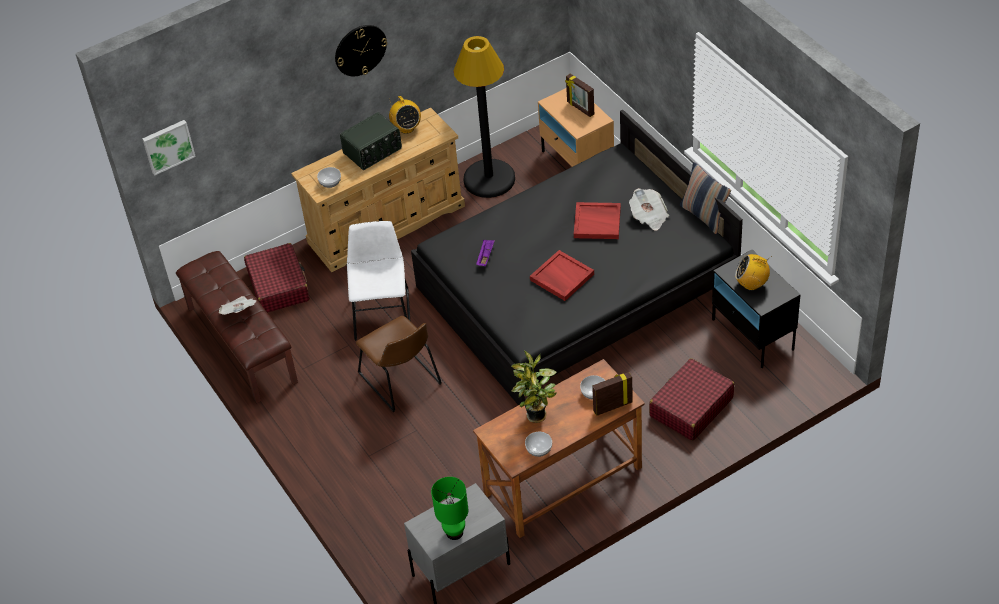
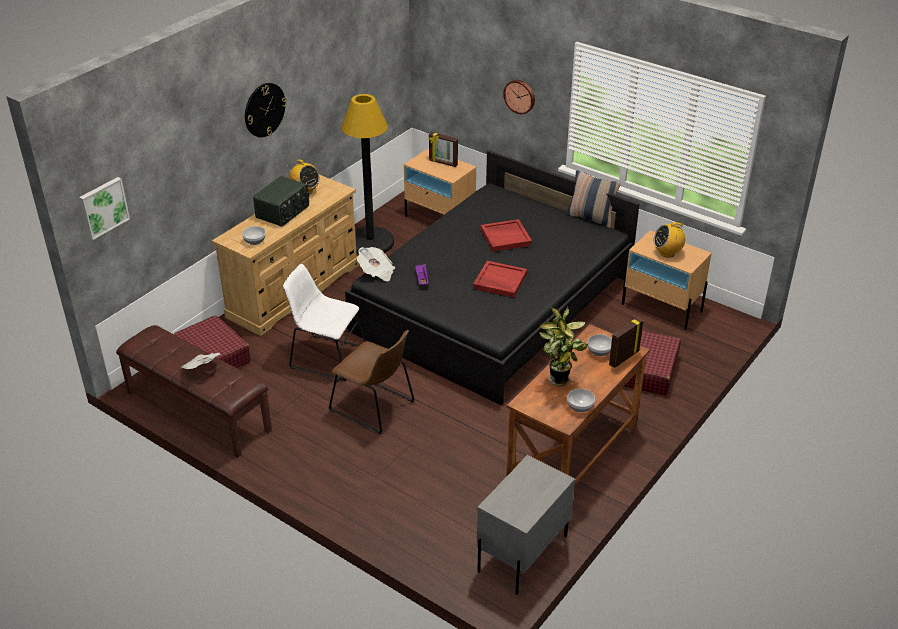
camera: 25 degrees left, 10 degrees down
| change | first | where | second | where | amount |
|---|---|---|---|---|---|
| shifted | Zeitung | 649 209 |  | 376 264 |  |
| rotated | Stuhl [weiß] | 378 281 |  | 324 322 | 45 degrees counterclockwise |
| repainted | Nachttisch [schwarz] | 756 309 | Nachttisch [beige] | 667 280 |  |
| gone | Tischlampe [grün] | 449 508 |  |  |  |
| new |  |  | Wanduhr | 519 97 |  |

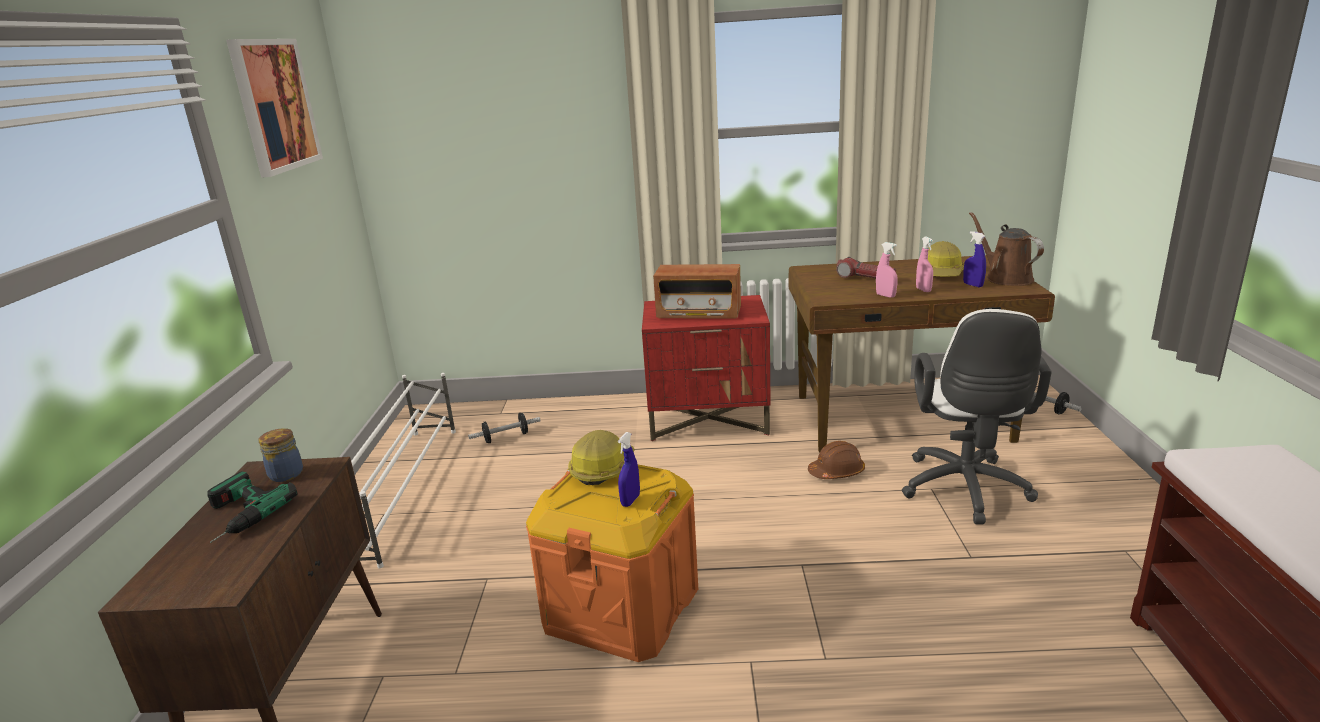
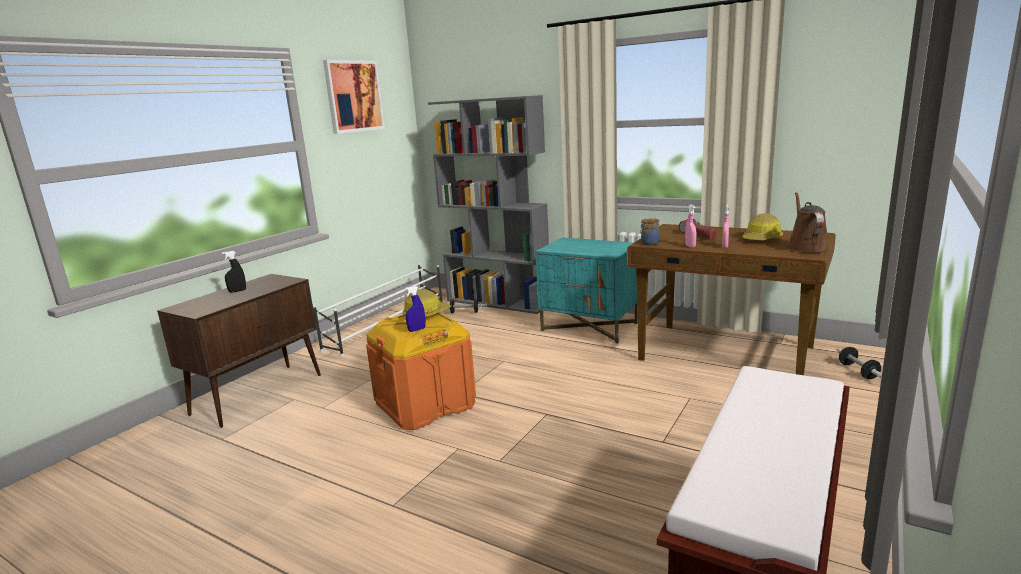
camera: 30 degrees right, 5 degrees down
| change | first | where | second | where | amount |
|---|---|---|---|---|---|
| gone | Sprühflasche [blau] | 974 259 |  |  |  |
| gone | Radio | 697 291 |  |  |  |
| repainted | Nachttisch [rot] | 706 368 | Nachttisch [türkis] | 586 291 |  |
| gone | Bürostuhl [weiß] | 977 417 |  |  |  |
| shifted | Vorratsglas | 280 455 |  | 650 231 |  |
| gone | Schutzhelm [braun] | 836 460 |  |  |  |
| swapped | Bohrmaschine | 252 507 | Sprühflasche [schwarz] | 234 272 |  |
| new |  |  | Bücherregal [grau] | 488 204 |  |

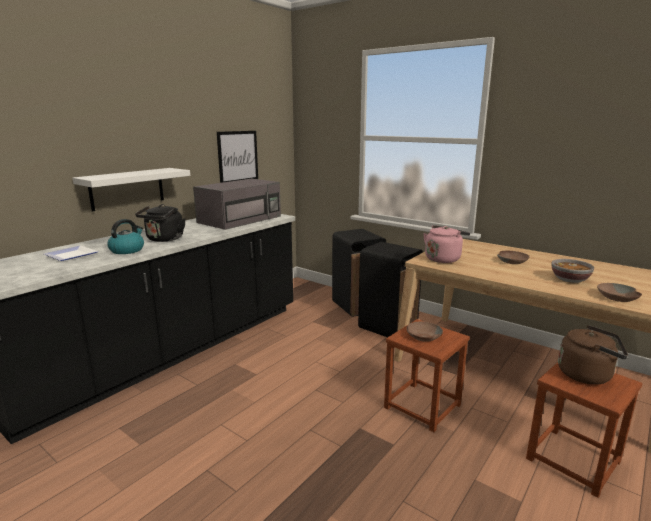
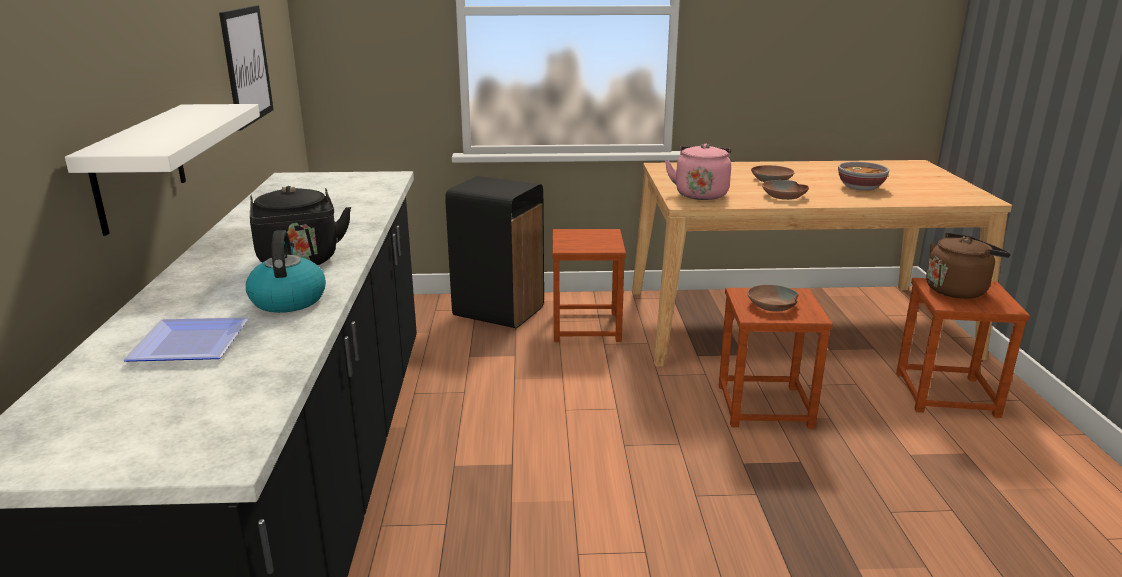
camera: 40 degrees left, 5 degrees up
| change | first | where | second | where | amount |
|---|---|---|---|---|---|
| gone | Mikrowelle [grau] | 237 204 |  |  |  |
| swapped | Mülleimer [schwarz] | 390 289 | Hocker [braun] | 589 285 |  |
| shifted | Schüssel [braun] | 619 292 |  | 785 190 |  |

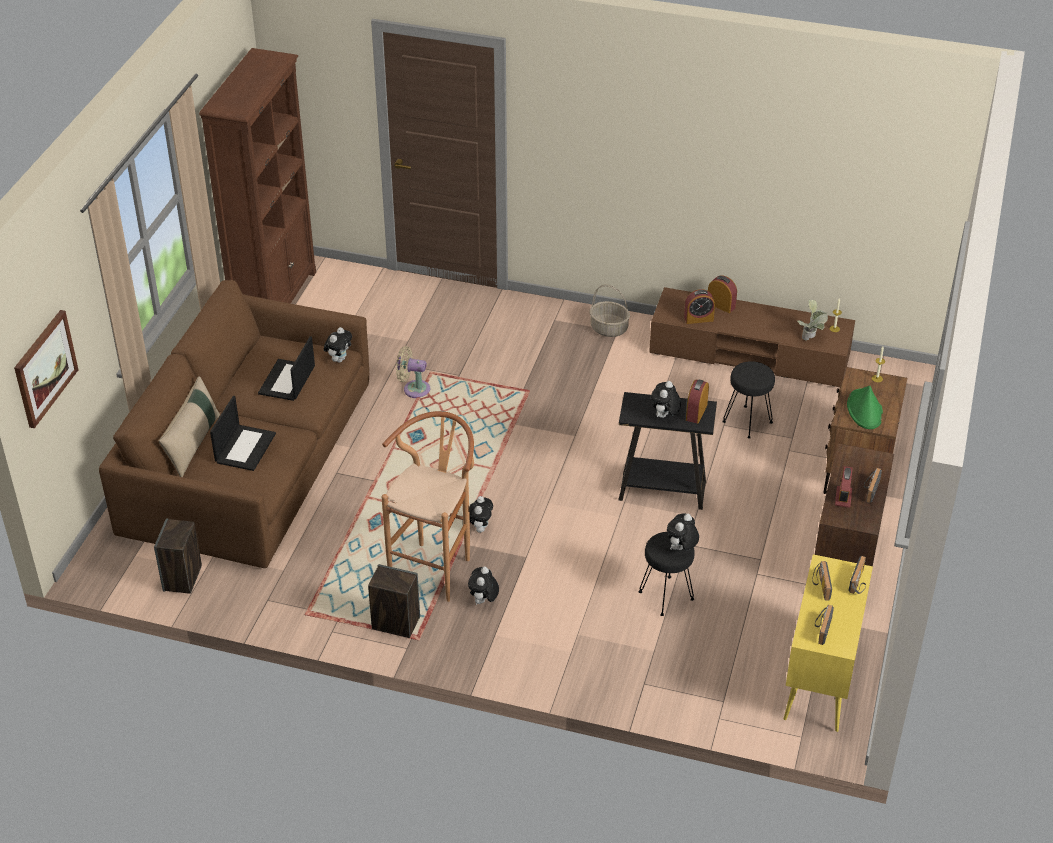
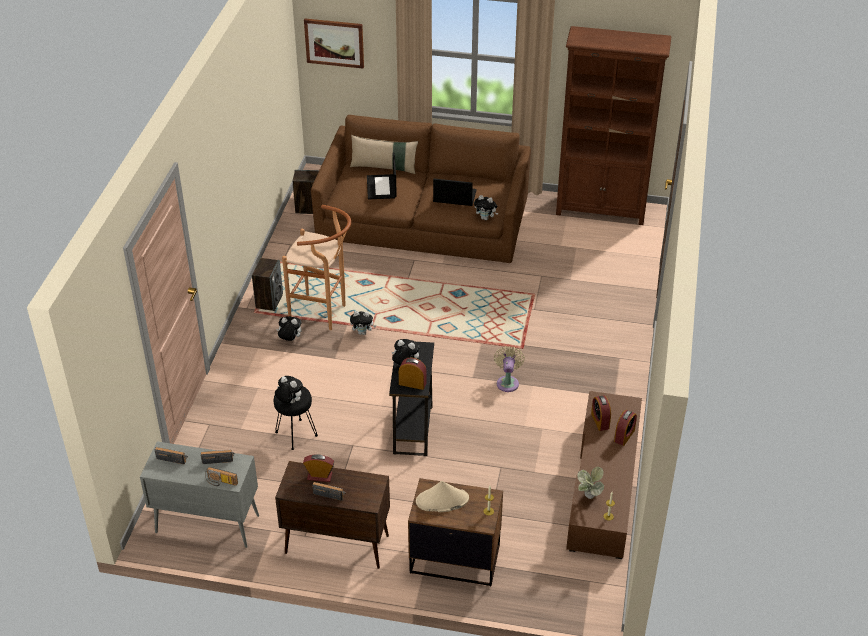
camera: 85 degrees right, 0 degrees up
| change | first | where | second | where | amount |
|---|---|---|---|---|---|
| gone | Korb | 609 310 |  |  |  |
| shifted | Ventilator [beige] | 413 372 |  | 509 369 |  |
| gone | Hocker [schwarz] | 748 400 |  |  |  |
| repainted | Hut [grün] | 865 407 | Hut [beige] | 442 496 |  |
| rotated | Laptop | 243 433 |  | 382 175 | 75 degrees clockwise |
| repainted | Schrank [gelb] | 828 643 | Schrank [grau] | 199 495 |  |

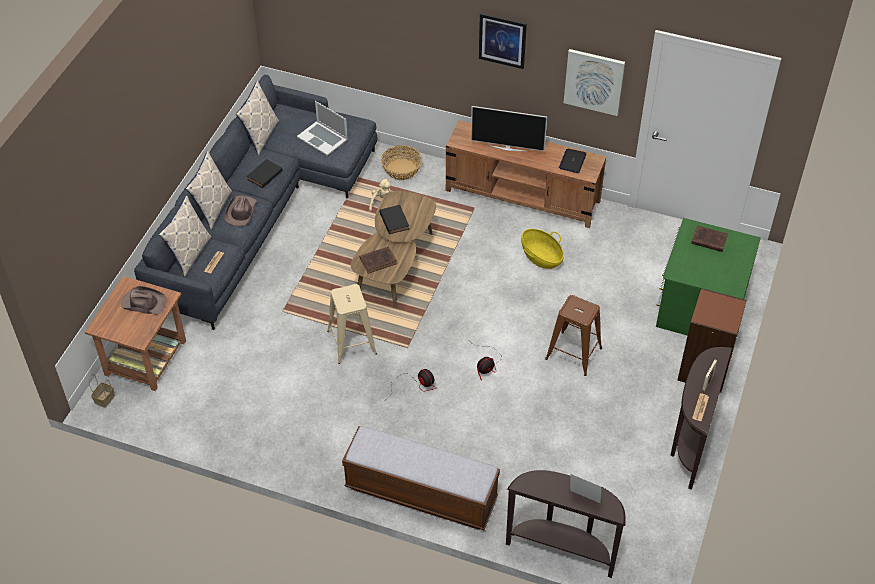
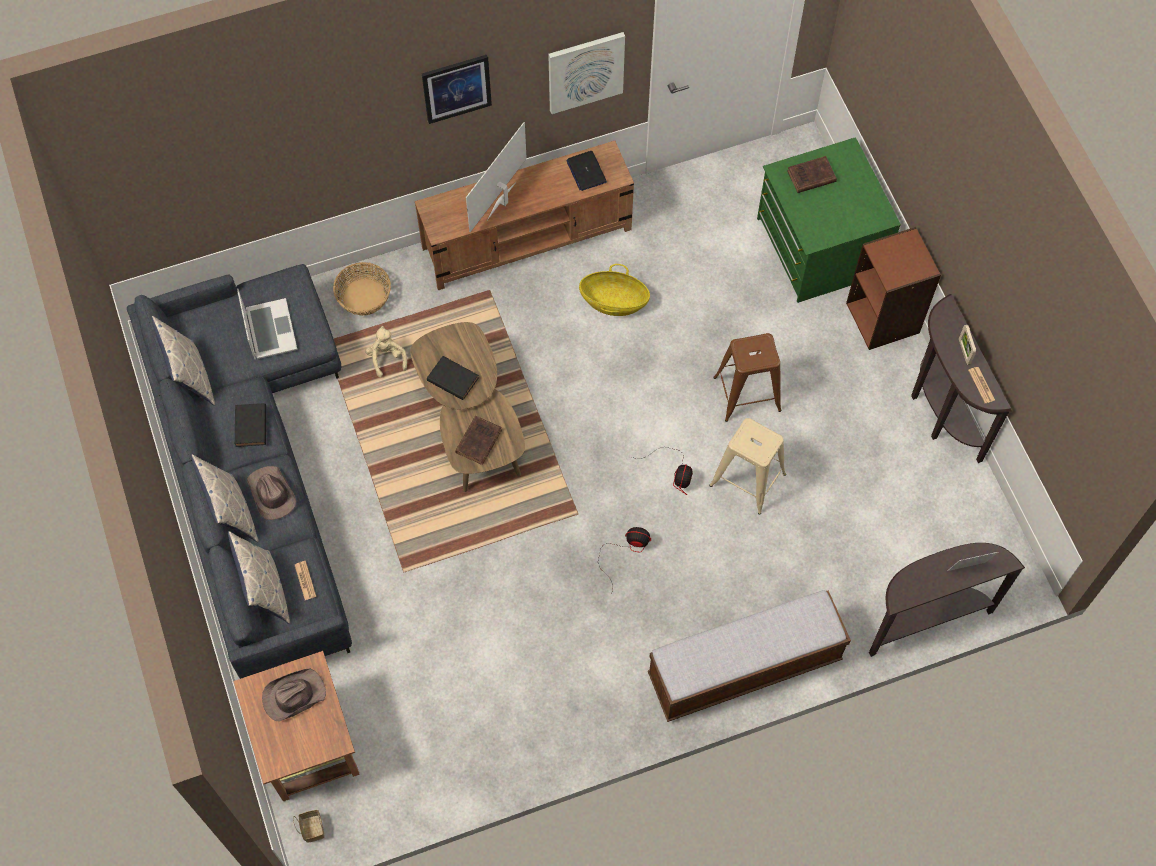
camera: 40 degrees left, 15 degrees up
| change | first | where | second | where | amount |
|---|---|---|---|---|---|
| rotated | Laptop | 322 128 |  | 267 324 | 105 degrees counterclockwise |
| rotated | Fernseher | 509 128 |  | 496 177 | 150 degrees clockwise |
| shifted | Hocker [beige] | 352 324 |  | 747 466 |  |

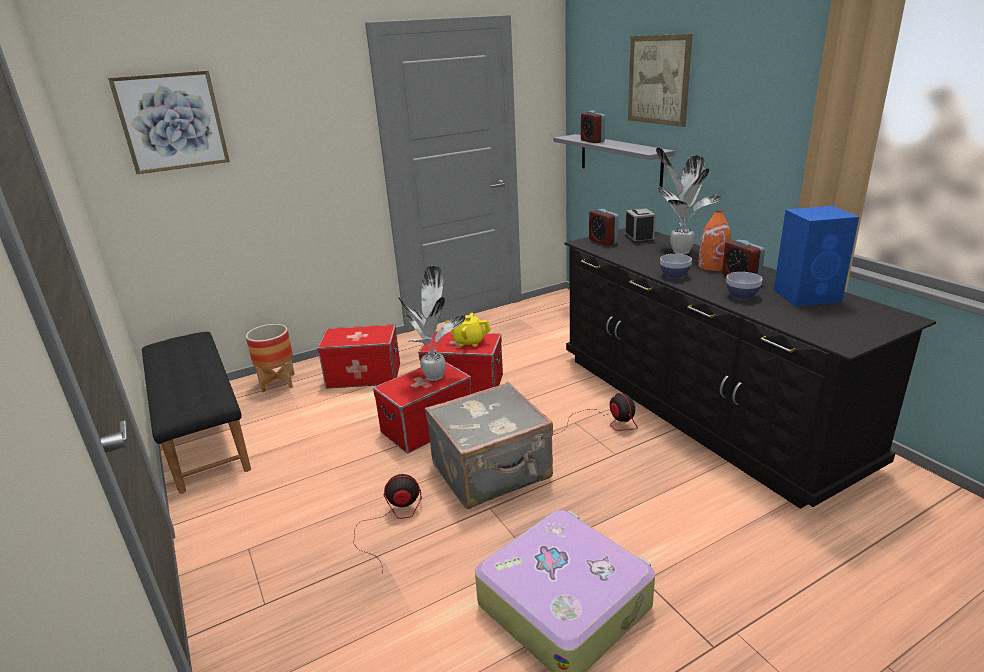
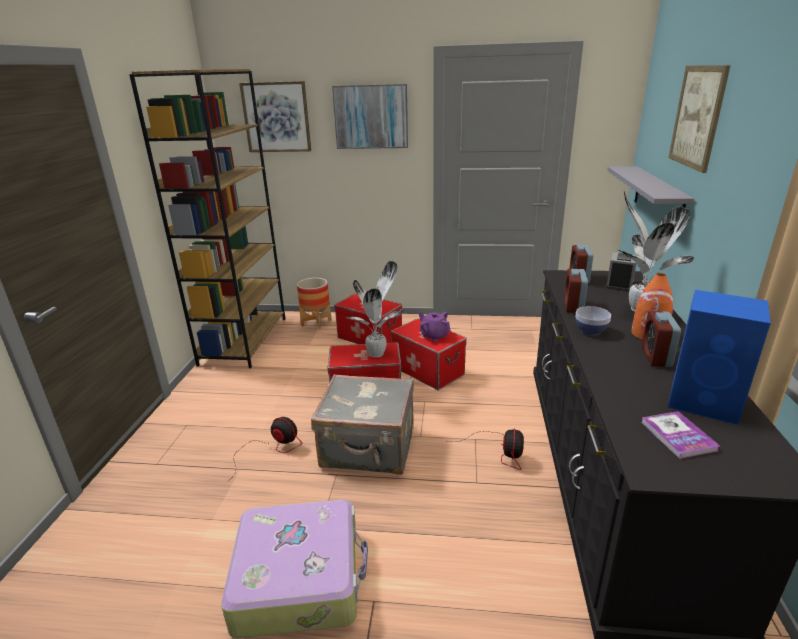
camera: 35 degrees right, 0 degrees up
| change | first | where | second | where | amount |
|---|---|---|---|---|---|
| shifted | Wecker | 593 127 |  | 576 290 |  |
| gone | Schüssel | 744 286 |  |  |  |
| repainted | Teekanne [gelb] | 468 330 | Teekanne [lila] | 435 326 |  |
| swapped | Bank [schwarz] | 196 413 | Bücherregal [braun] | 207 218 |  |
| new |  |  | Bild | 370 116 |  |
| new |  |  | Buch | 681 435 |  |

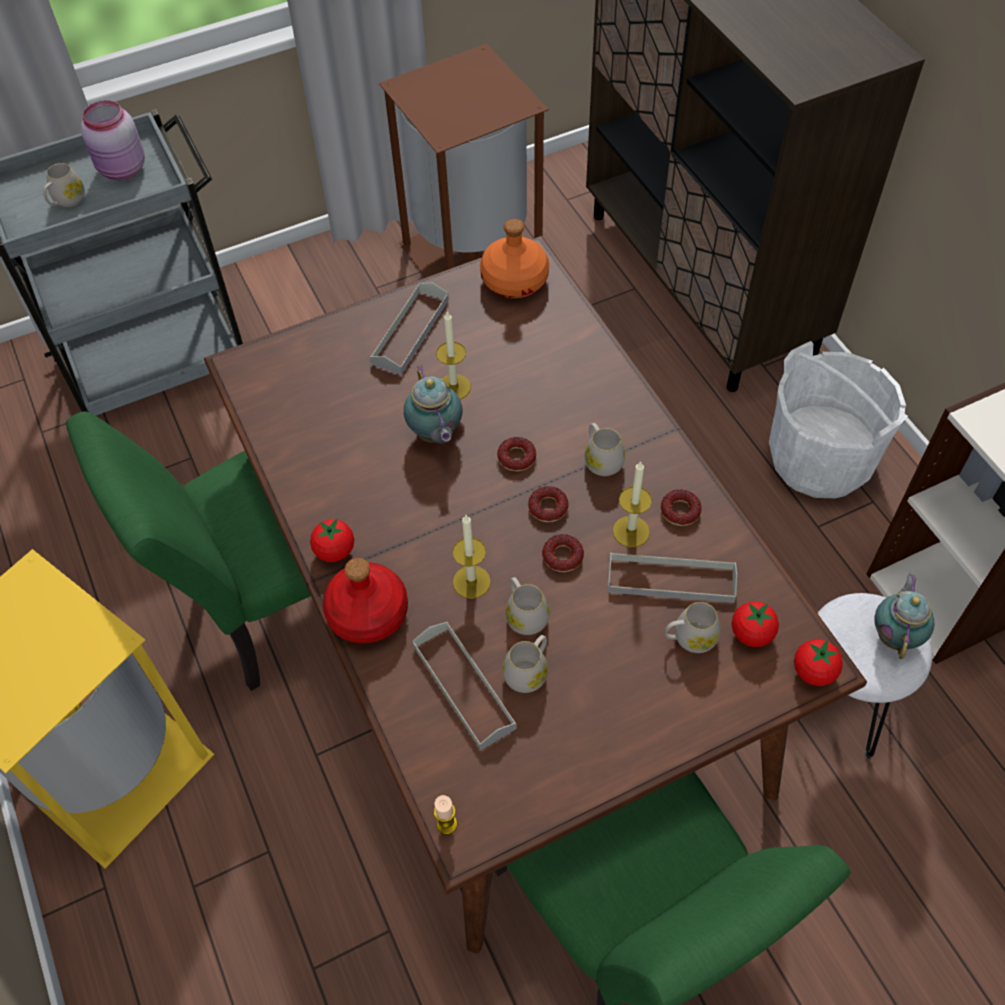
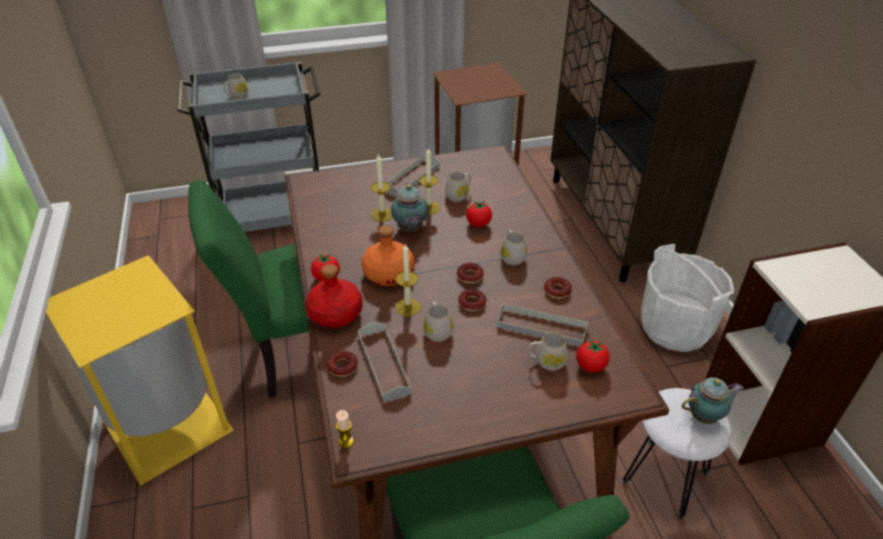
camera: 10 degrees right, 15 degrees down
| change | first | where | second | where | amount |
|---|---|---|---|---|---|
| gone | Vorratsglas [rosa] | 113 140 |  |  |  |
| shifted | Flasche [orange] | 514 258 |  | 388 255 |  |
| shifted | Donut | 516 454 |  | 342 363 |  |
| shifted | Kerze | 632 504 |  | 381 187 |  |
| rotated | Teekanne | 904 616 |  | 713 400 | 45 degrees clockwise |
| shifted | Henkelbecher [weiß] | 525 664 |  | 458 187 |  |
| shifted | Tomate | 818 662 |  | 479 214 |  |

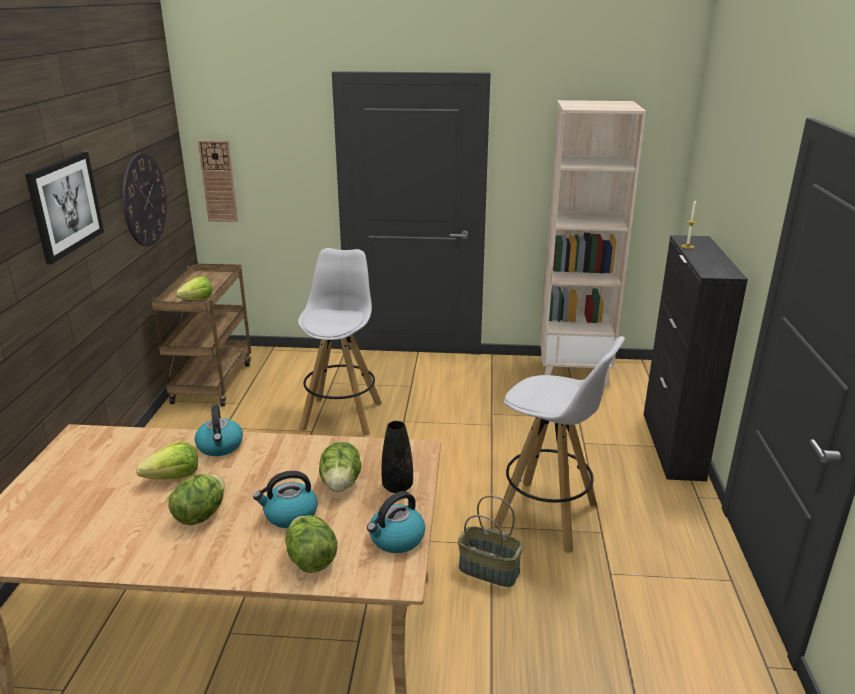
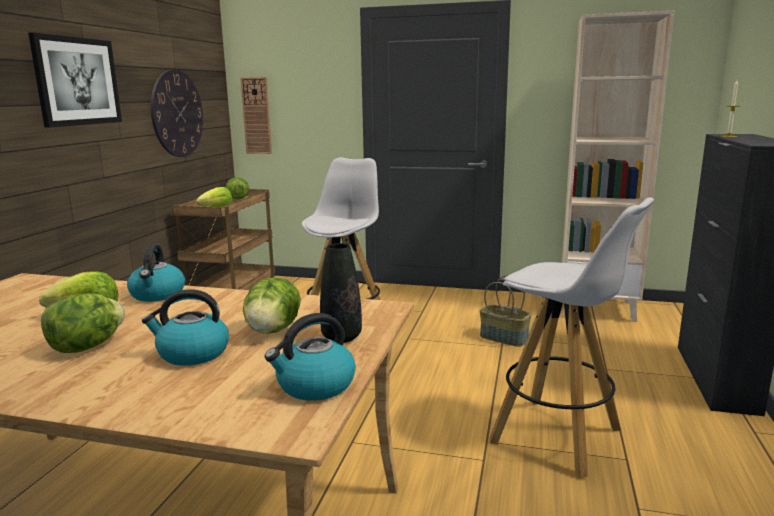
camera: 10 degrees right, 10 degrees down
| change | first | where | second | where | amount |
|---|---|---|---|---|---|
| shifted | Korb | 490 541 |  | 505 311 |  |
| shifted | Salatkopf | 311 544 |  | 237 188 |  |

